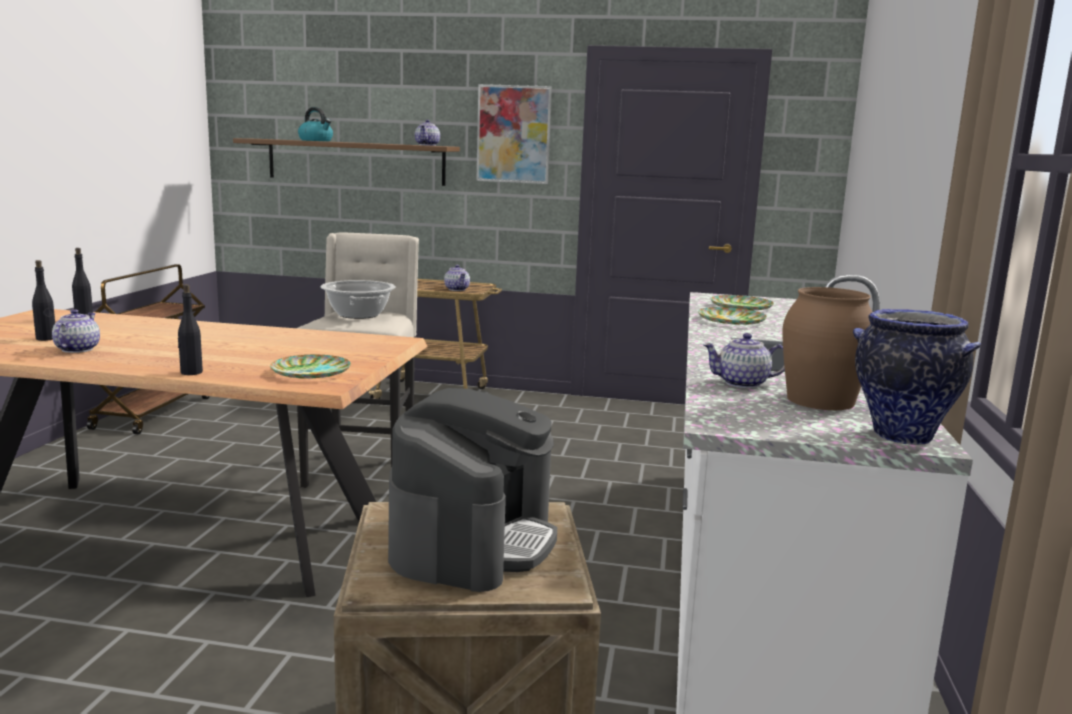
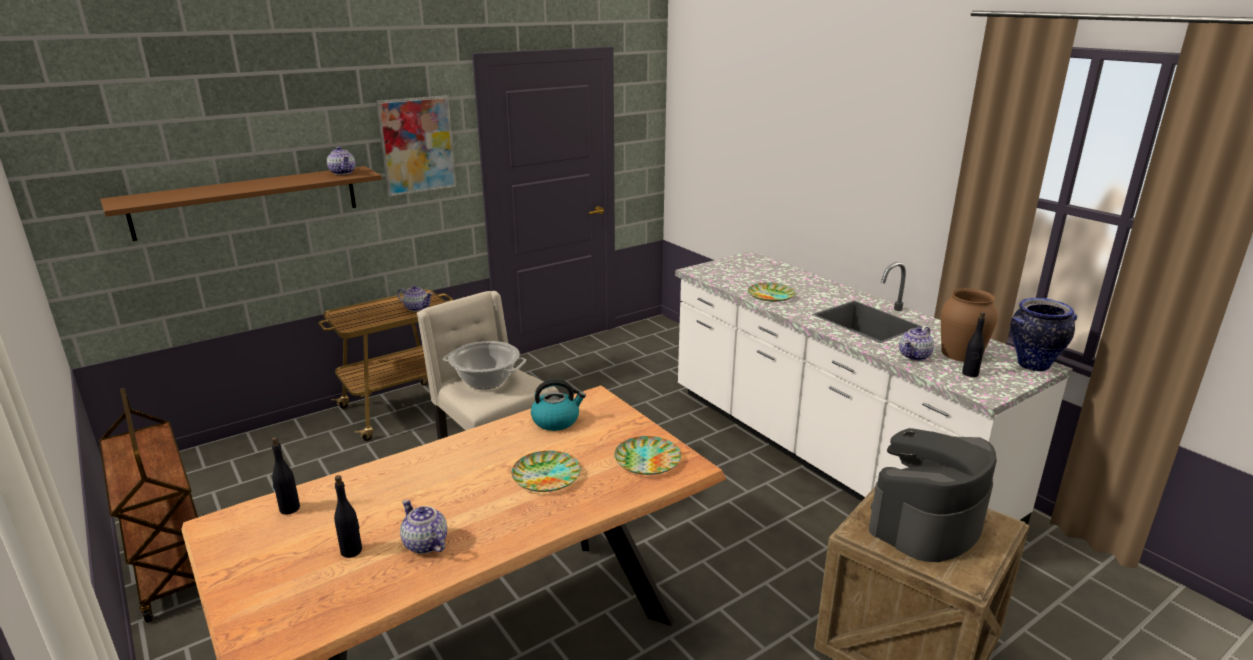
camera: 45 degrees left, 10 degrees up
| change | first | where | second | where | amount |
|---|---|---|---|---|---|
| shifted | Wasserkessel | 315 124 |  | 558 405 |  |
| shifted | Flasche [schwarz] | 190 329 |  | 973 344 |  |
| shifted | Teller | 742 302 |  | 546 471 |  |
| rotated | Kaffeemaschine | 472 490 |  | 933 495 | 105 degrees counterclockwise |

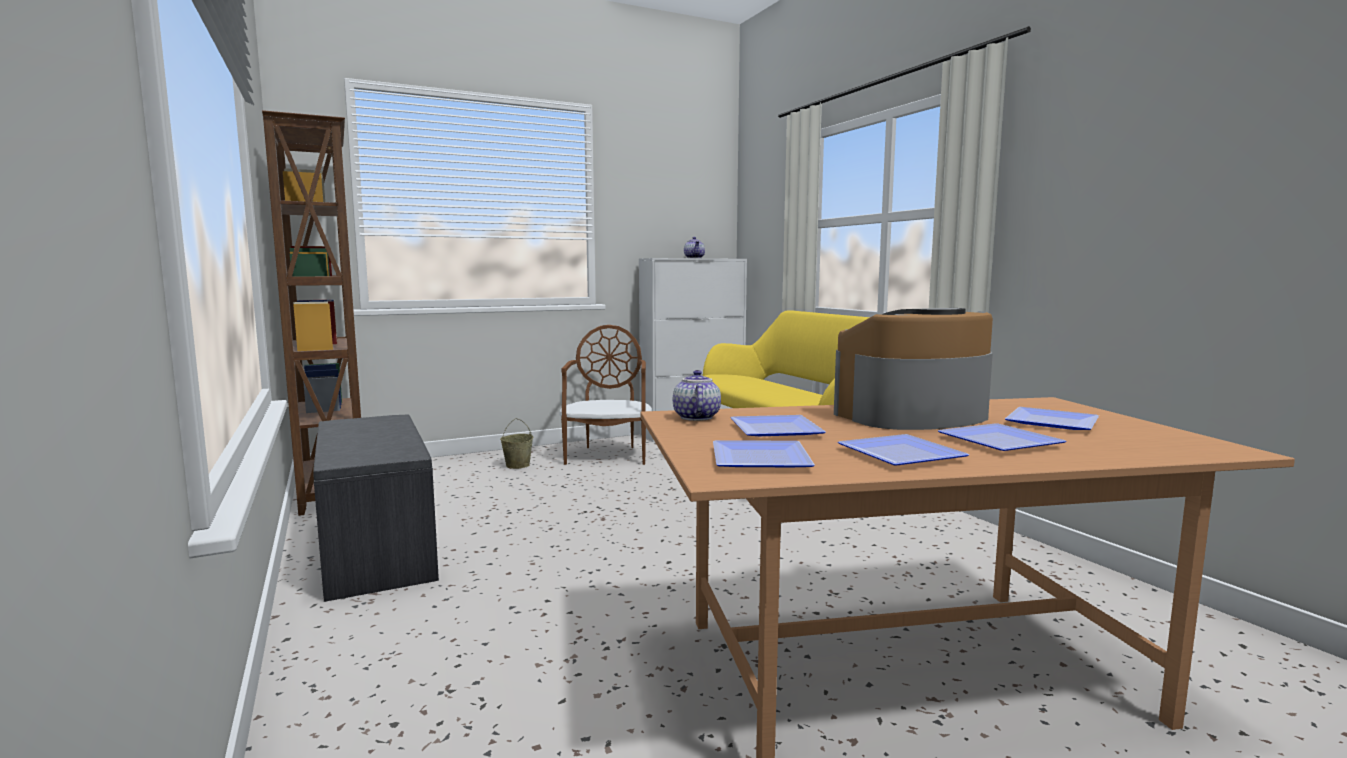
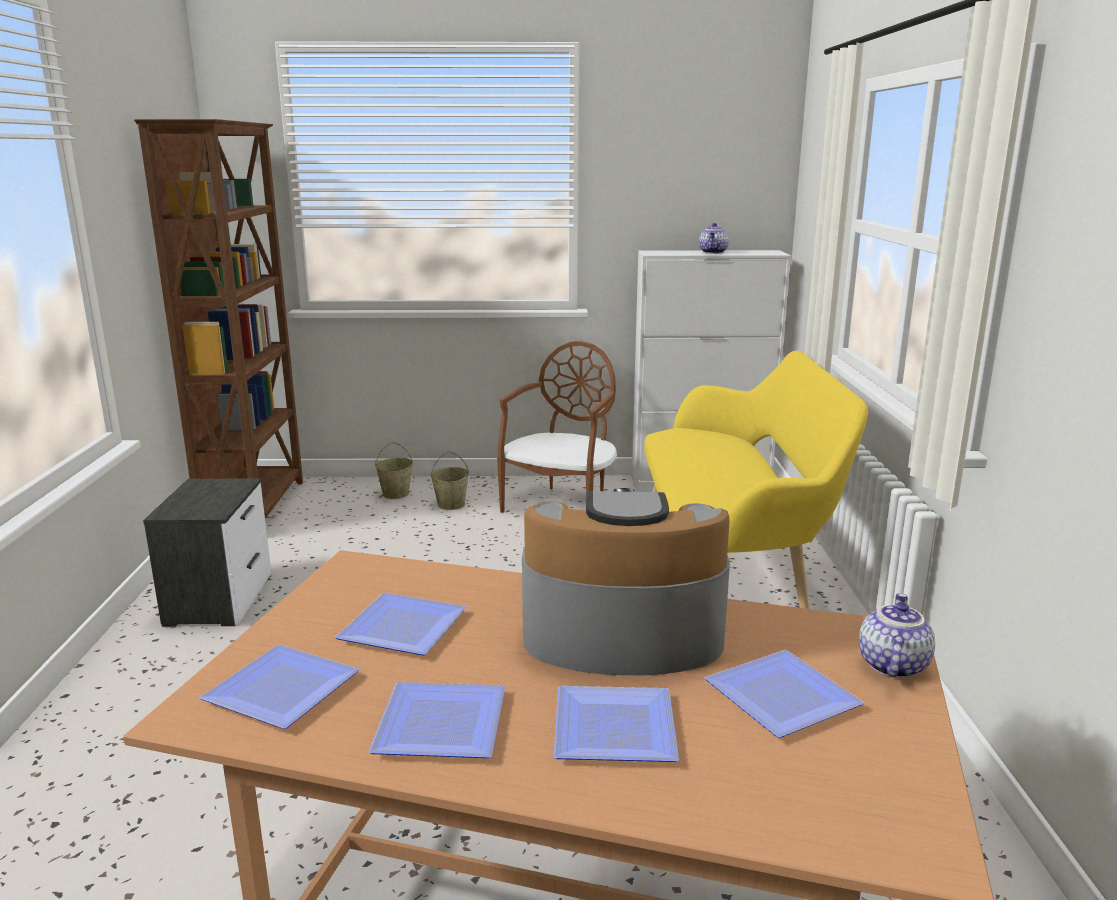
camera: 25 degrees right, 10 degrees up
| change | first | where | second | where | amount |
|---|---|---|---|---|---|
| shifted | Teekanne | 697 395 |  | 897 635 |  |
| swapped | Bank [grau] | 376 508 | Nachttisch | 207 552 |  |
| new |  |  | Eimer [beige] | 394 470 |  |

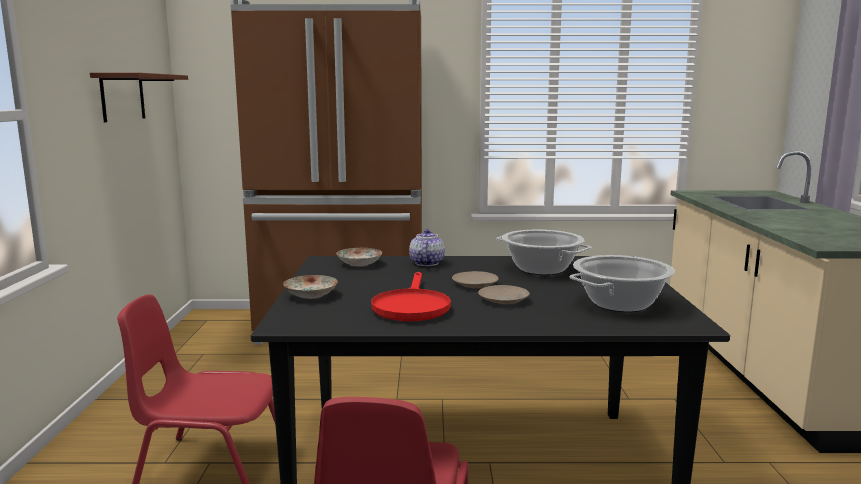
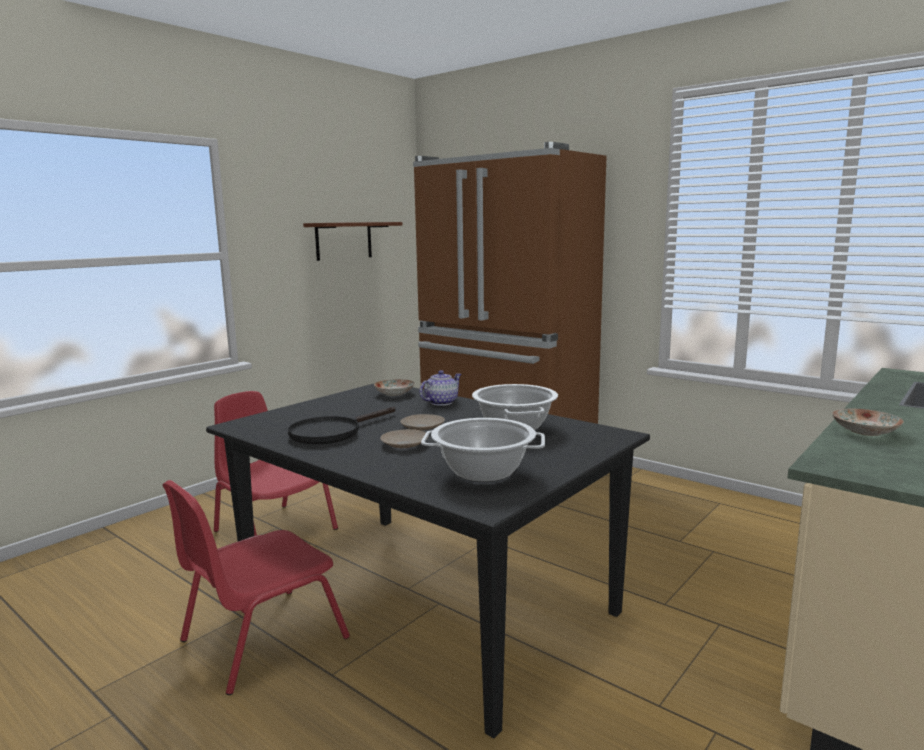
camera: 40 degrees right, 0 degrees up
| change | first | where | second | where | amount |
|---|---|---|---|---|---|
| repainted | Pfanne [rot] | 411 296 | Pfanne [schwarz] | 341 425 |  |
| shifted | Teller | 310 287 |  | 868 422 |  |

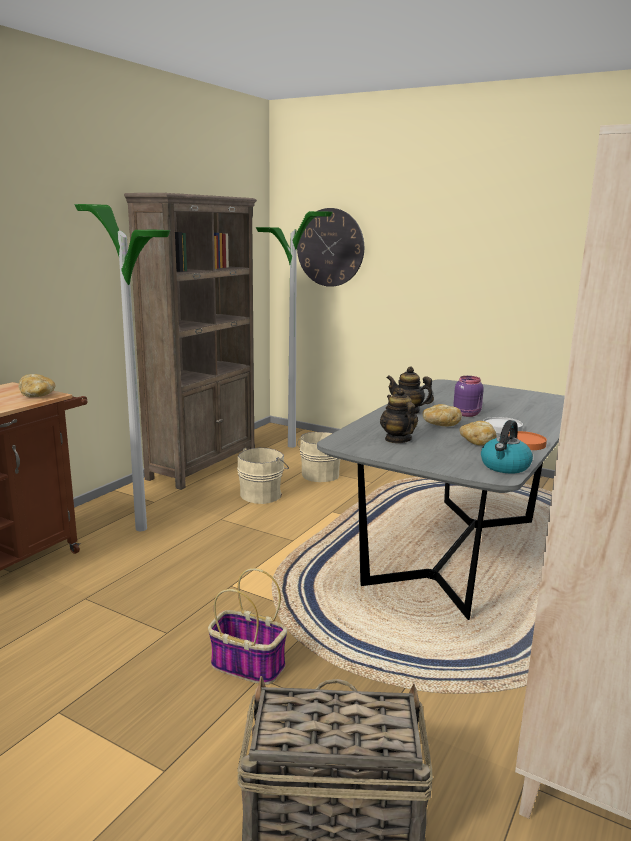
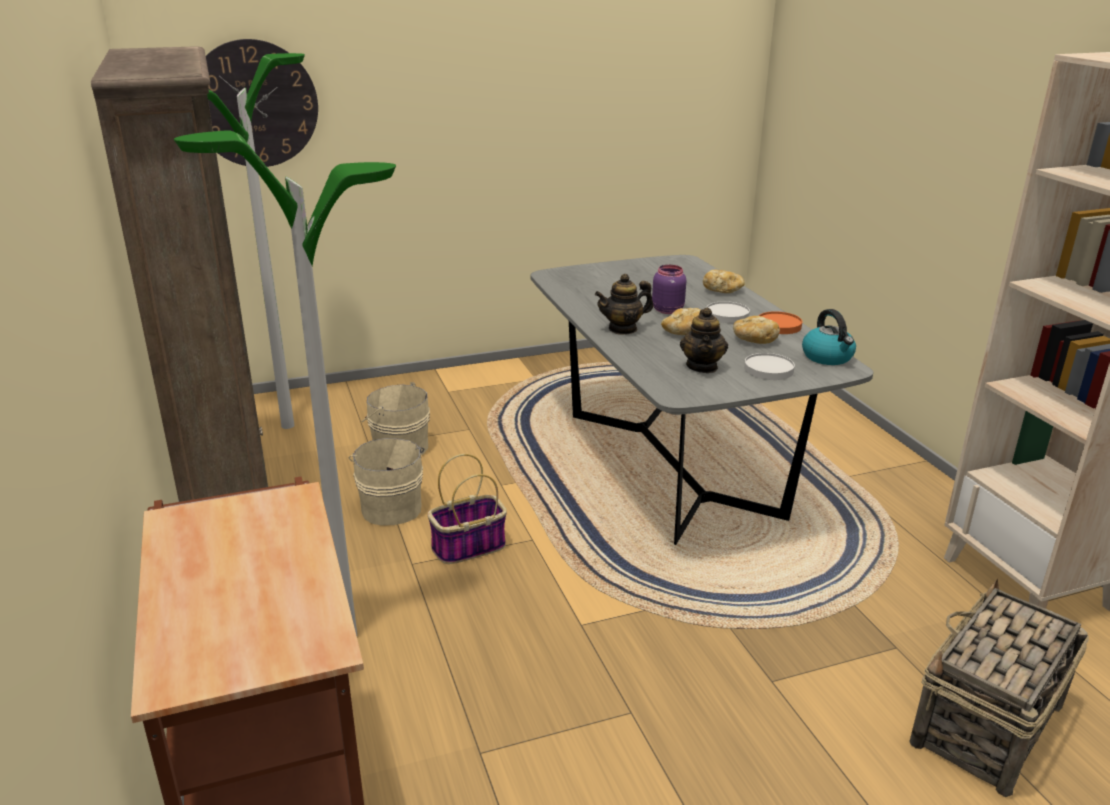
camera: 50 degrees left, 10 degrees up
| change | first | where | second | where | amount |
|---|---|---|---|---|---|
| shifted | Brot | 36 385 |  | 723 281 |  |
| rotated | Teekanne | 399 415 |  | 704 340 | 105 degrees counterclockwise |
| shifted | Korb | 247 626 |  | 467 509 |  |
| new |  |  | Teller [weiß] | 769 366 |  |

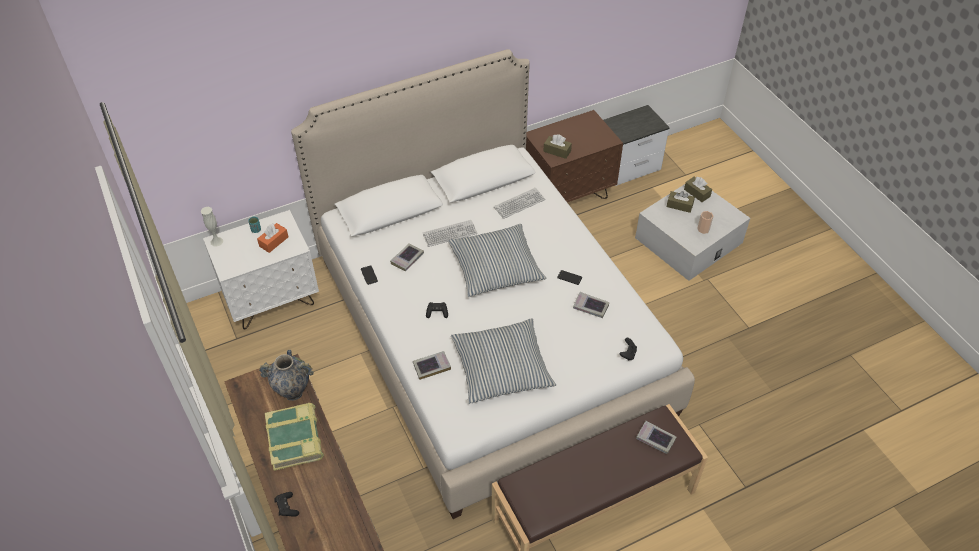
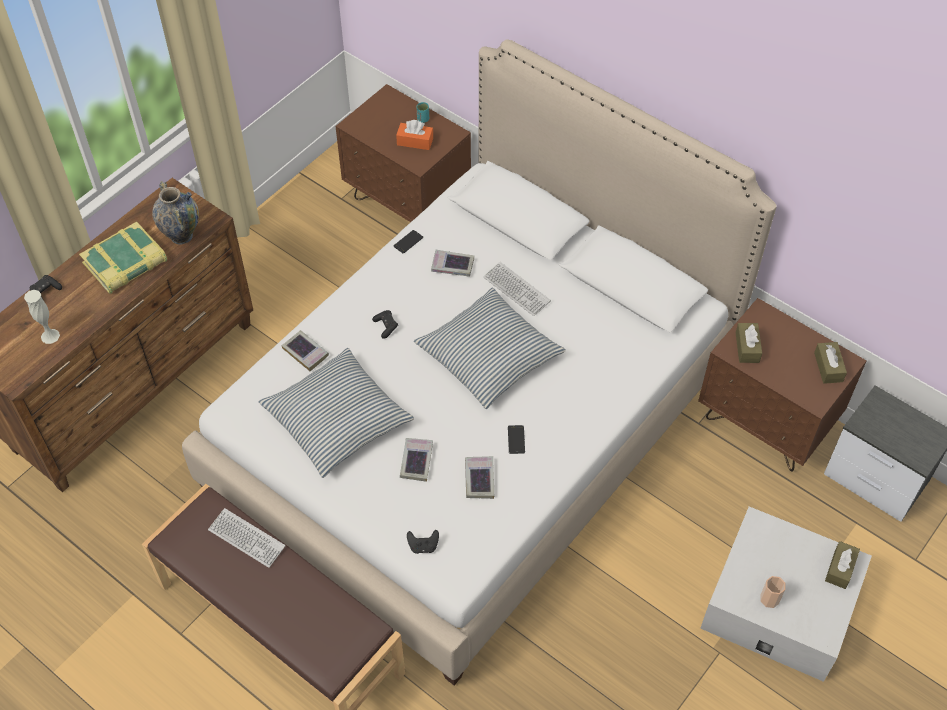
camera: 65 degrees right, 5 degrees up
| change | first | where | second | where | amount |
|---|---|---|---|---|---|
| shifted | Tastatur | 519 203 |  | 246 538 |  |
| shifted | Taschentuchbox [braun] | 680 202 |  | 830 363 |  |
| shifted | Vase [weiß] | 212 226 |  | 42 317 |  |
| repainted | Nachttisch [weiß] | 261 270 | Nachttisch [braun] | 403 153 |  |
| shifted | Buch | 656 437 |  | 416 460 |  |

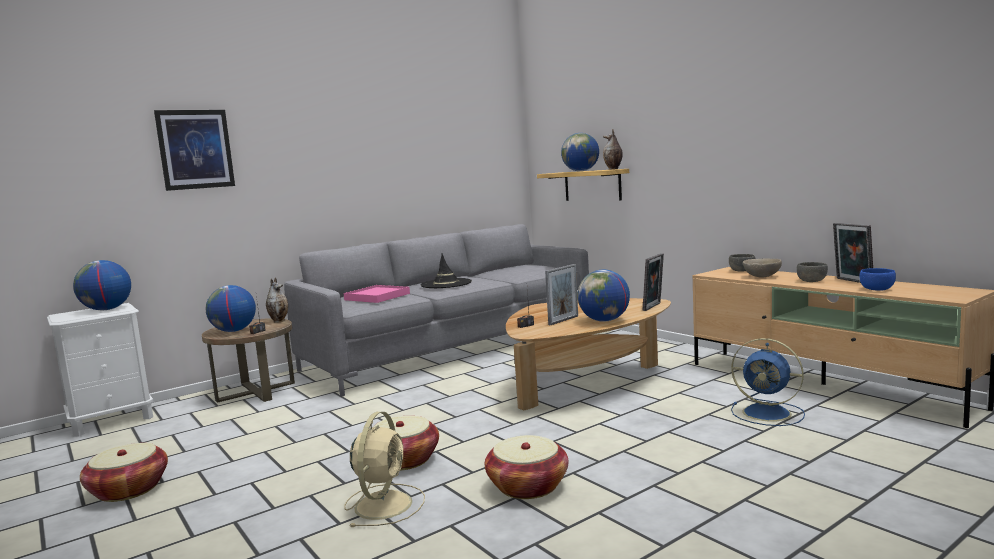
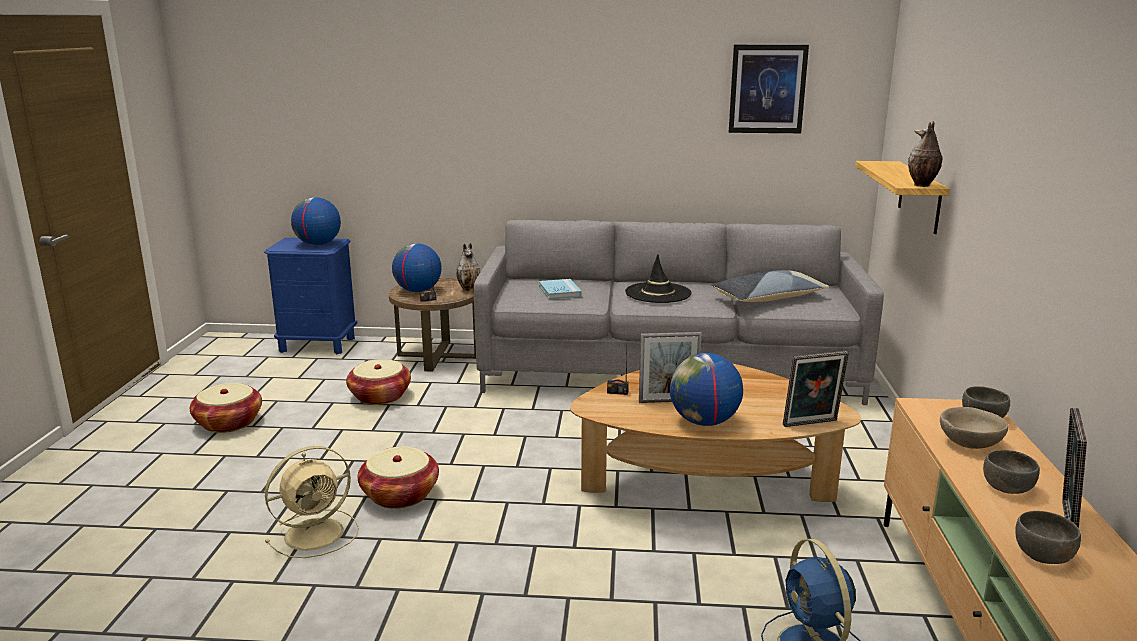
camera: 40 degrees right, 10 degrees up
| change | first | where | second | where | amount |
|---|---|---|---|---|---|
| shifted | Bild | 194 150 |  | 769 89 |  |
| gone | Globus | 580 152 |  |  |  |
| repainted | Schüssel [blau] | 877 279 | Schüssel [grau] | 1048 537 |  |
| swapped | Tablett [rosa] | 376 294 | Buch [blau] | 560 289 |  |
| repainted | Nachttisch [weiß] | 100 370 | Nachttisch [blau] | 310 296 |  |
| shifted | Korb | 526 467 |  | 378 382 |  |
| new |  |  | Kissen | 770 286 |  |

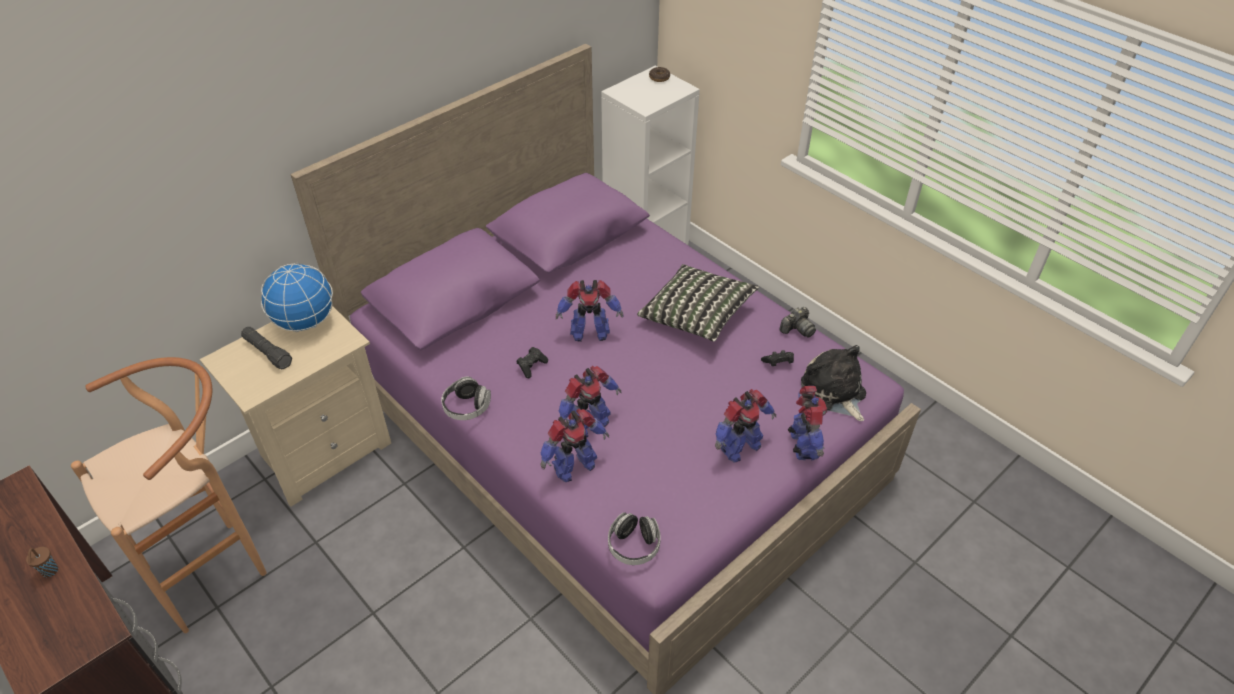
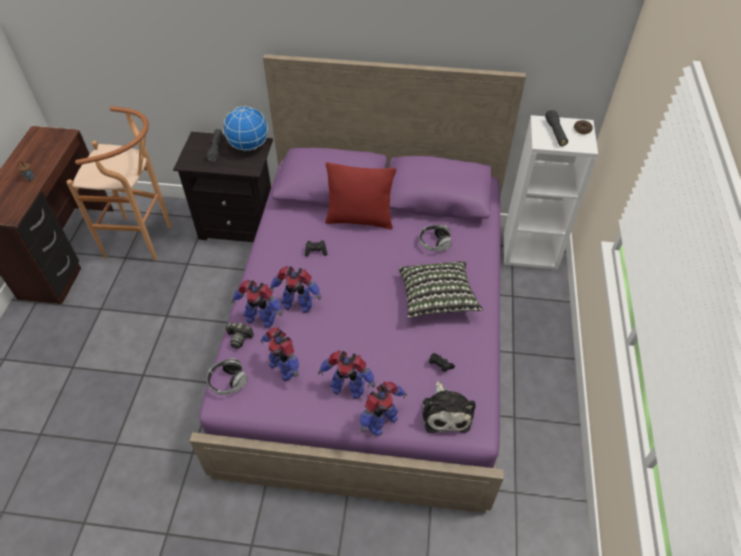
camera: 50 degrees right, 5 degrees up
| change | first | where | second | where | amount |
|---|---|---|---|---|---|
| shifted | Spielzeugroboter | 589 311 |  | 280 354 |  |
| repainted | Nachttisch [beige] | 295 406 | Nachttisch [schwarz] | 223 187 |  |
| shifted | Kamera | 797 322 |  | 239 335 |  |
| rotated | Plüschtier | 833 383 |  | 448 407 | 150 degrees clockwise |
| shifted | Kopfhörer | 466 398 |  | 435 238 |  |
| new |  |  | Taschenlampe [schwarz] | 556 128 |  |
| new |  |  | Kissen [rot] | 360 196 |  |

